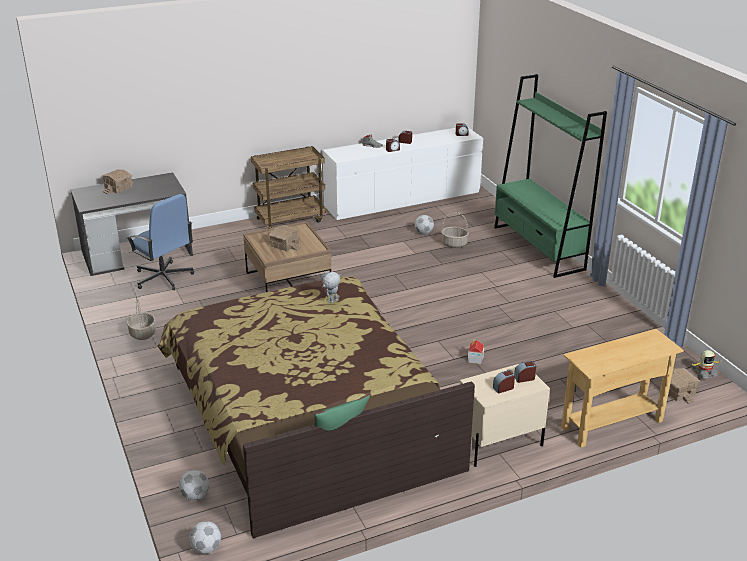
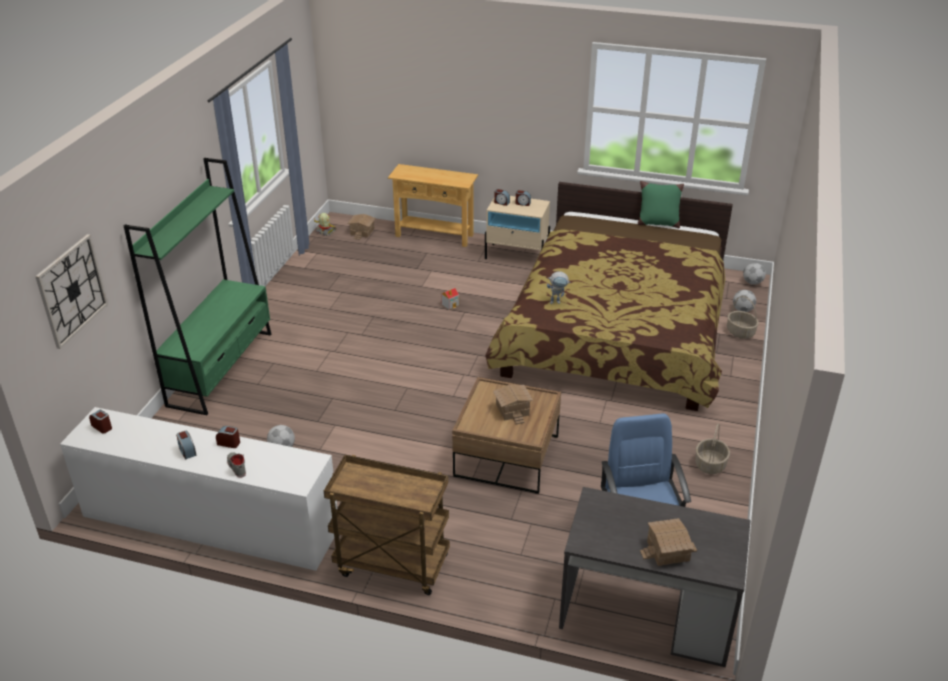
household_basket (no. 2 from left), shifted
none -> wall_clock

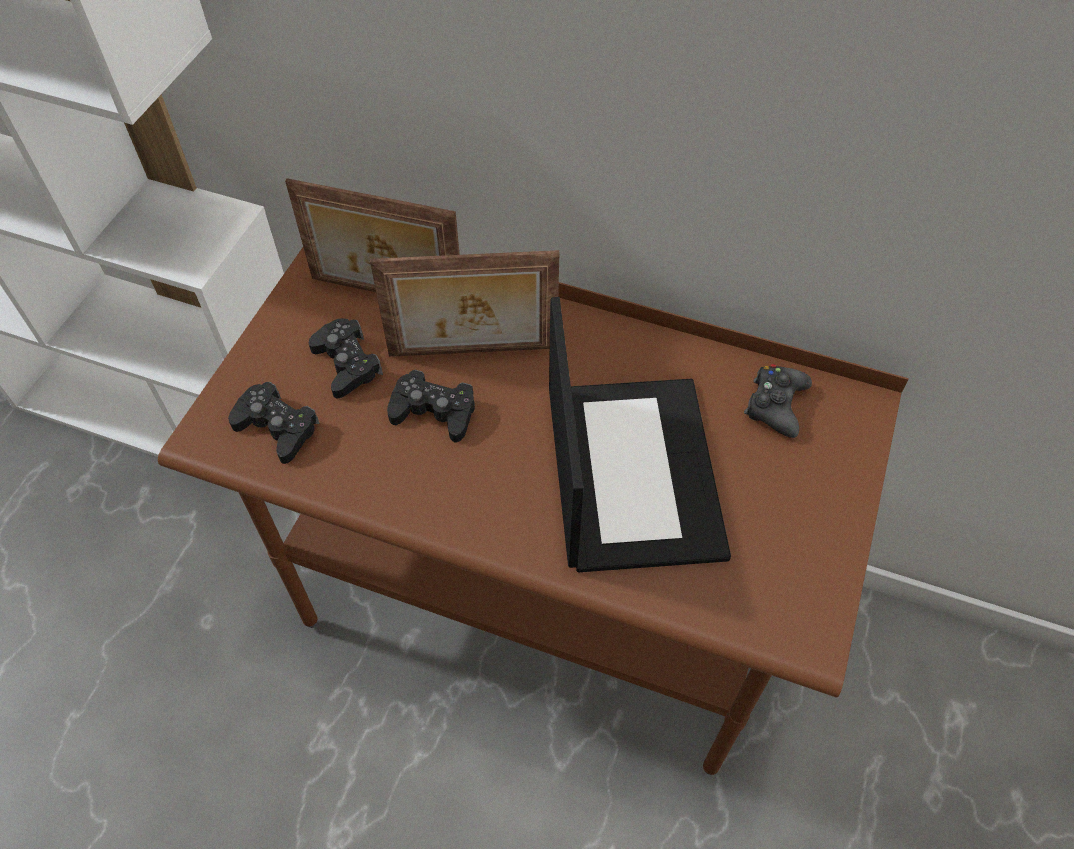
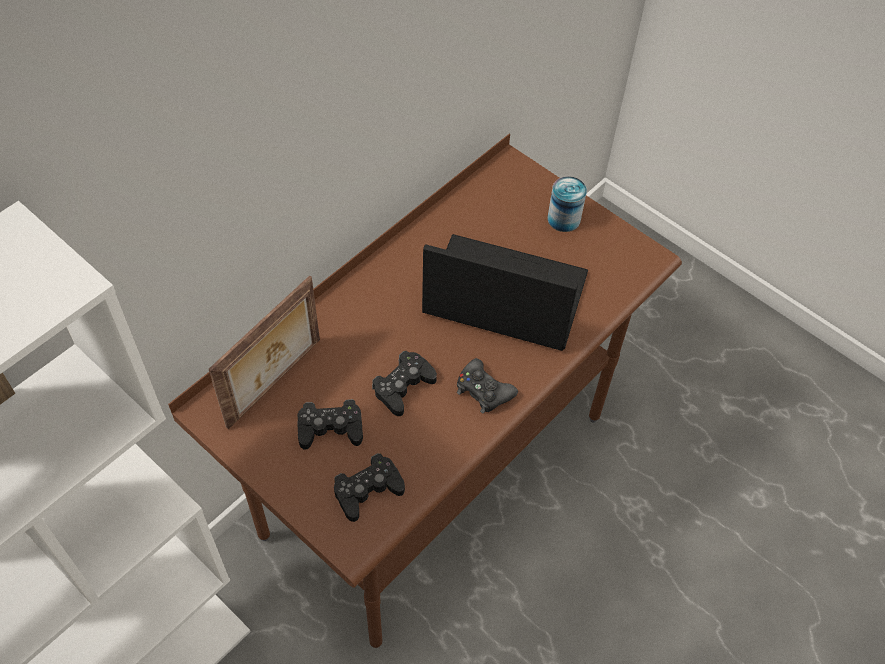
picture_frame (no. 2 from left) -> none
blackish_game_controller (no. 4 from left), shifted
none -> sealed_can

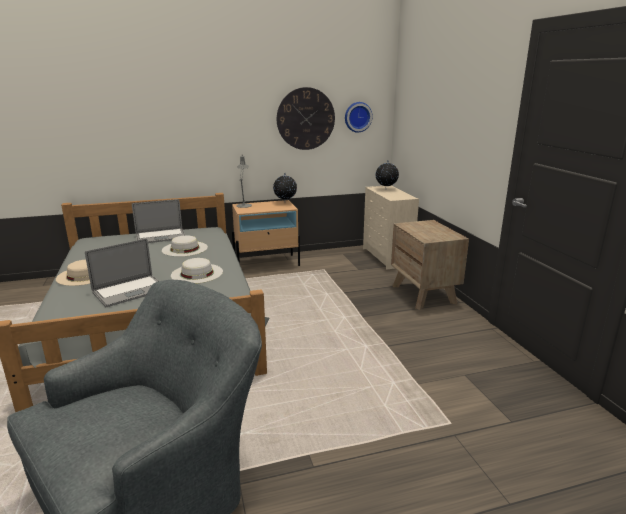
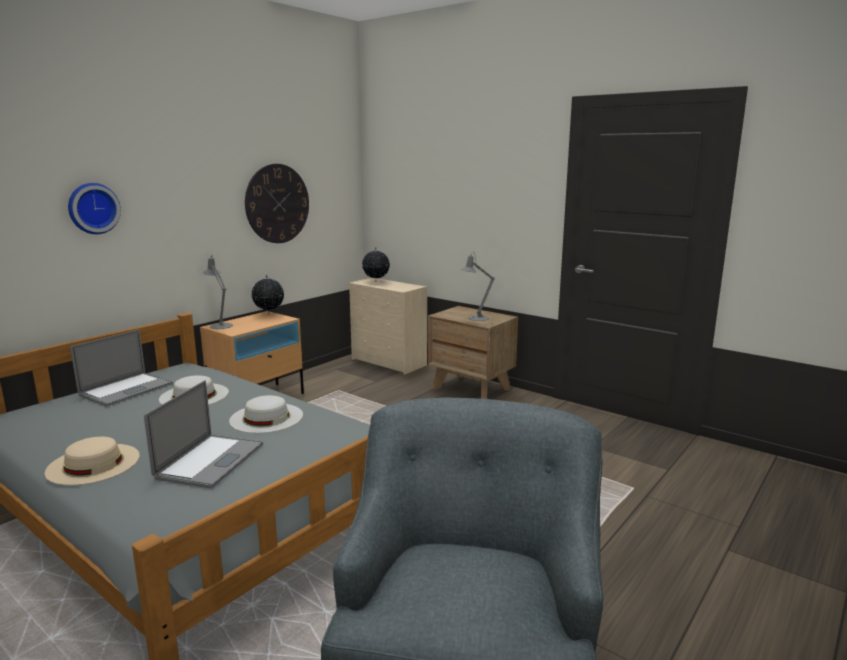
wall_clock (no. 2 from left in the first image) -> wall_clock (no. 1 from left), shifted
none -> greyish_table_lamp (no. 2 from left)

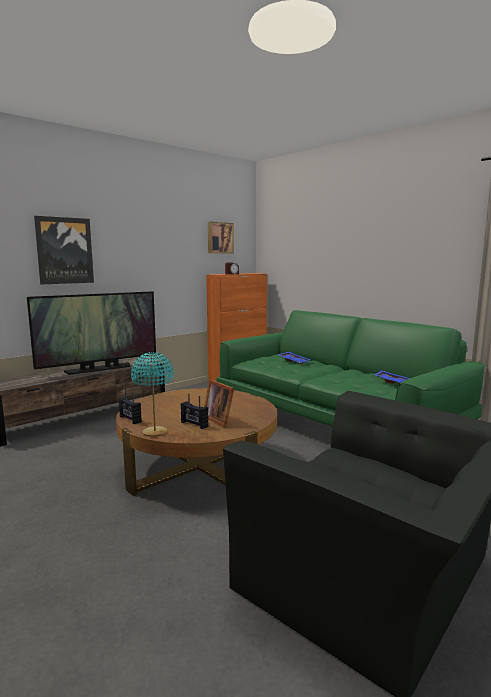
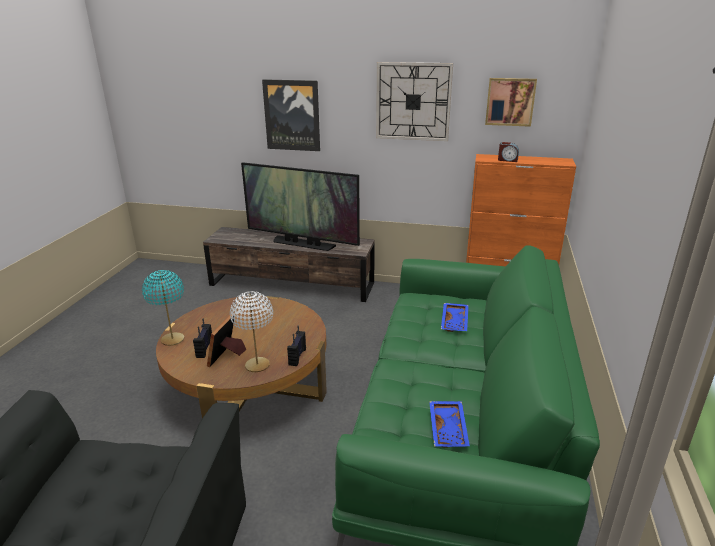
radio_set (no. 1 from left in the first image) -> radio_set (no. 2 from left), shifted
none -> white-coloured_table_lamp
none -> wall_clock

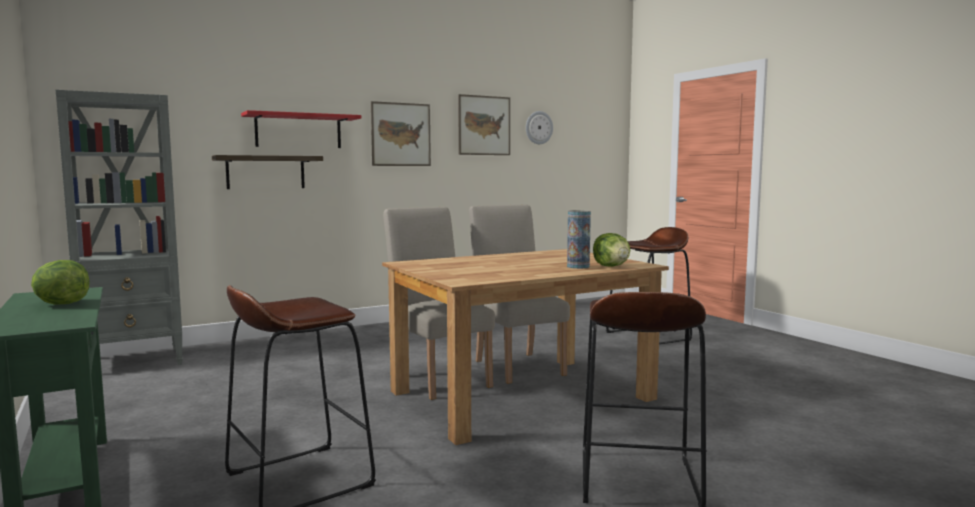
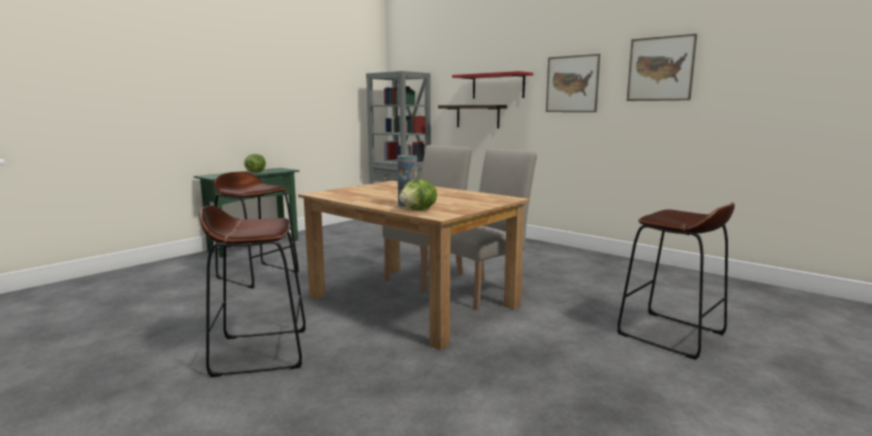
wall_clock -> none

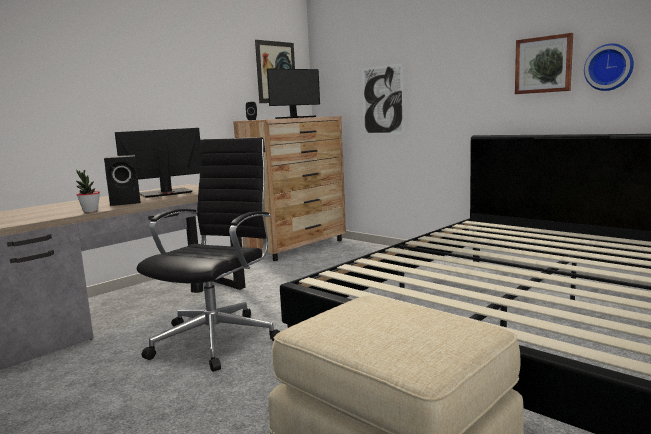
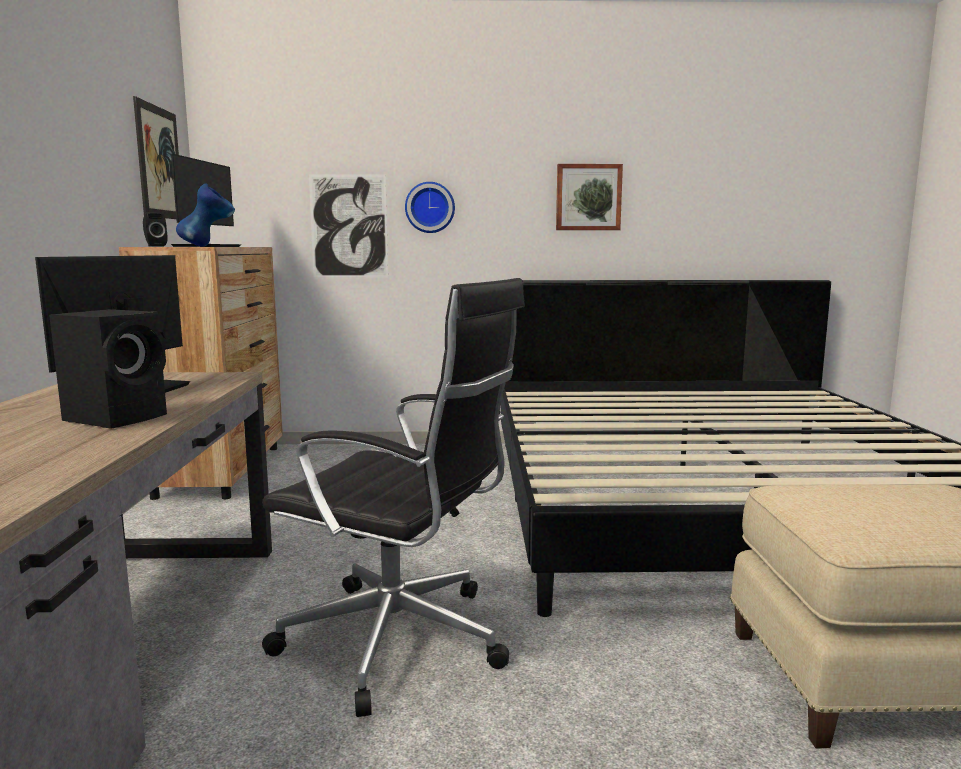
houseplant -> none
blackish_computer_chair, 135 degrees clockwise
wall_clock, shifted
none -> blue_decorative_vase

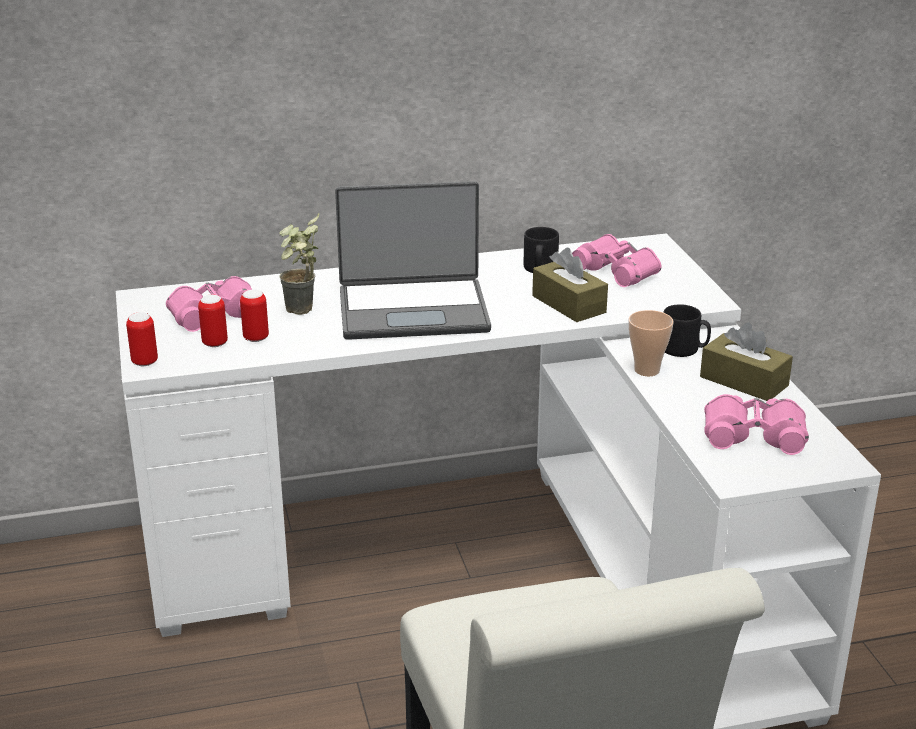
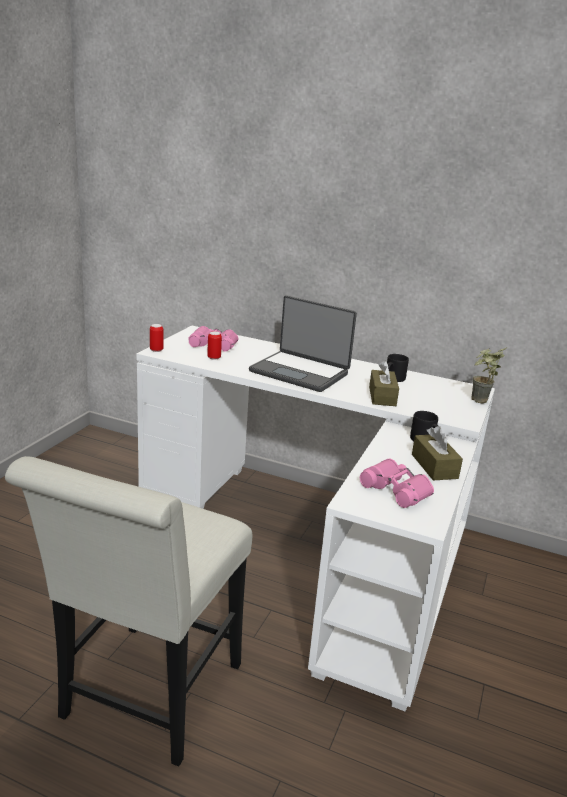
sealed_can (no. 2 from left) -> none
houseplant, shifted
pinkish_binoculars (no. 2 from left) -> none
small_cup -> none

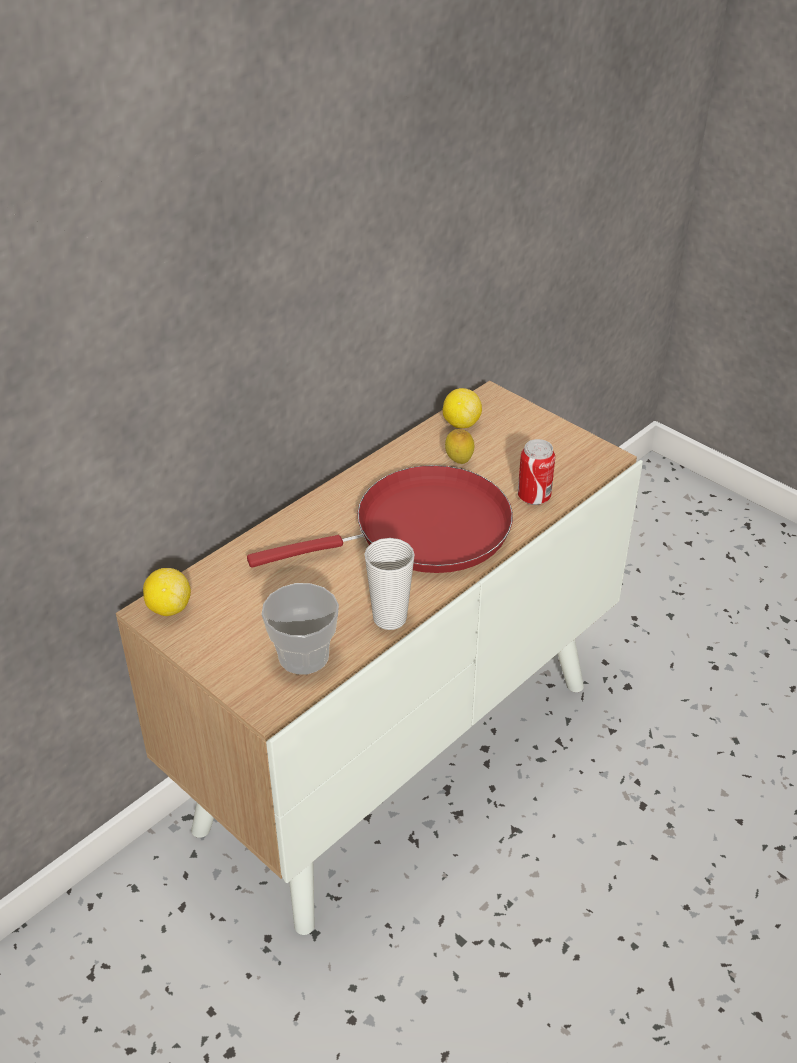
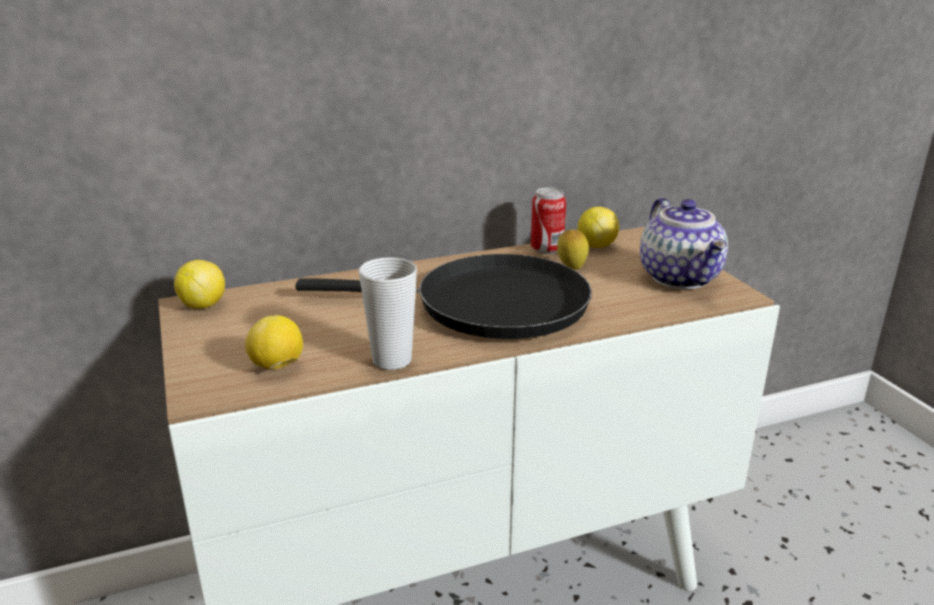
red-coloured_pan -> blackish_pan
small_cup (no. 1 from left) -> lemon (no. 2 from left)
sealed_can, shifted
none -> pot_for_tea

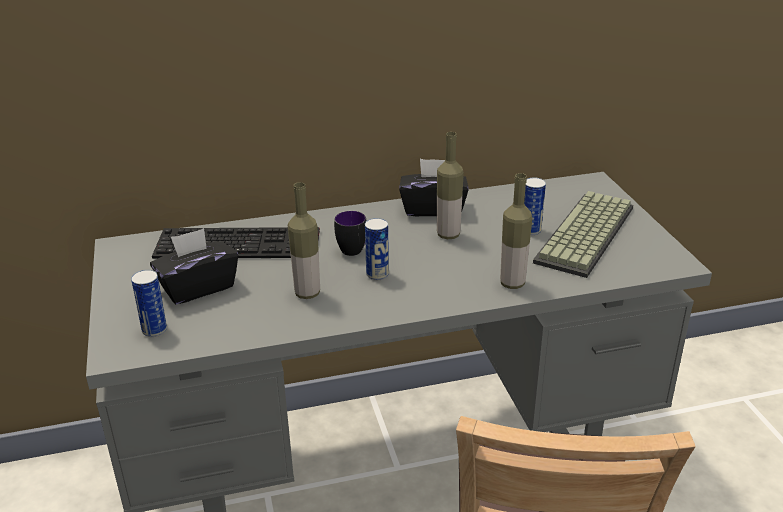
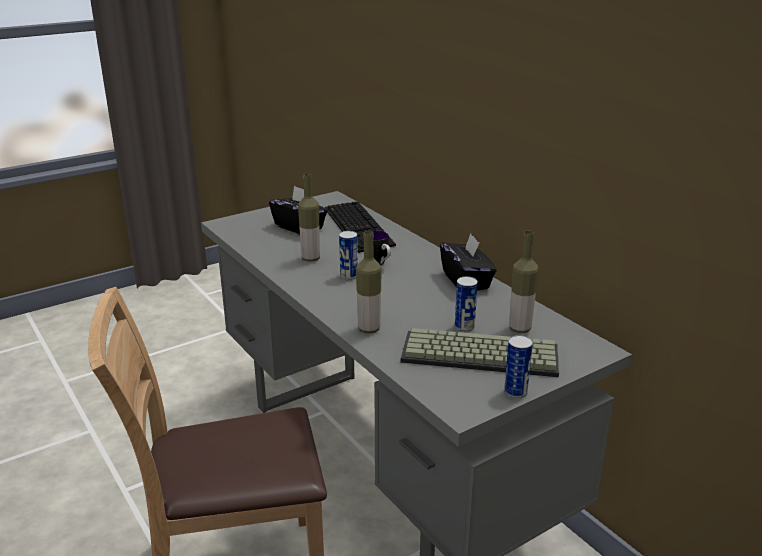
sealed_can (no. 1 from left in the first image) -> sealed_can (no. 3 from left), shifted
drink_bottle (no. 2 from left in the first image) -> drink_bottle (no. 3 from left), shifted

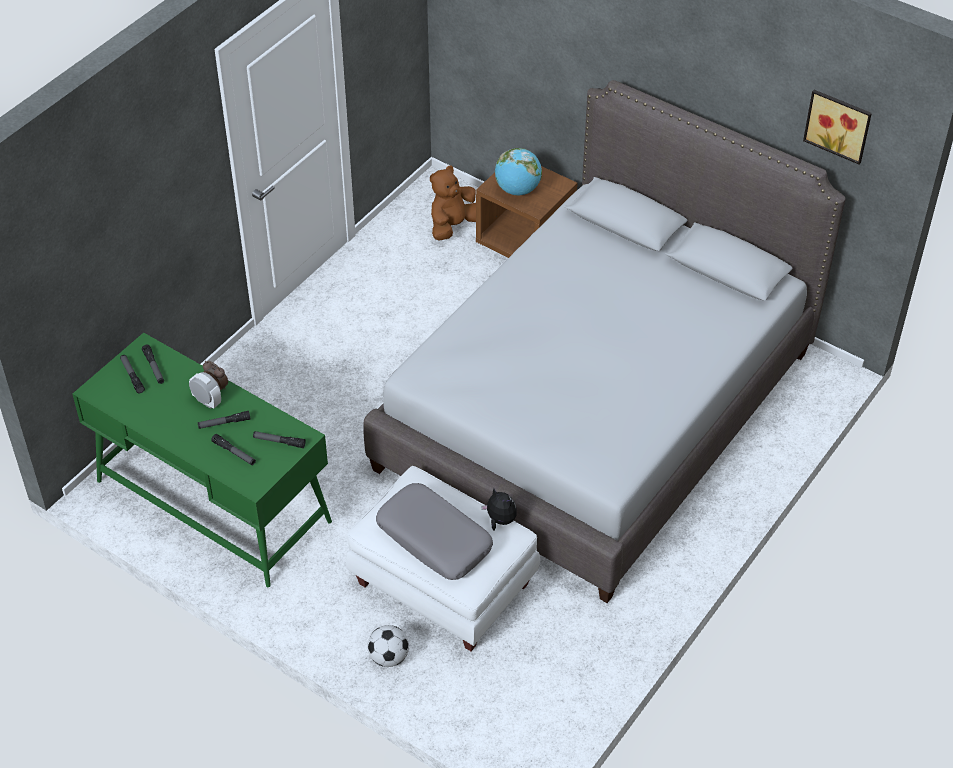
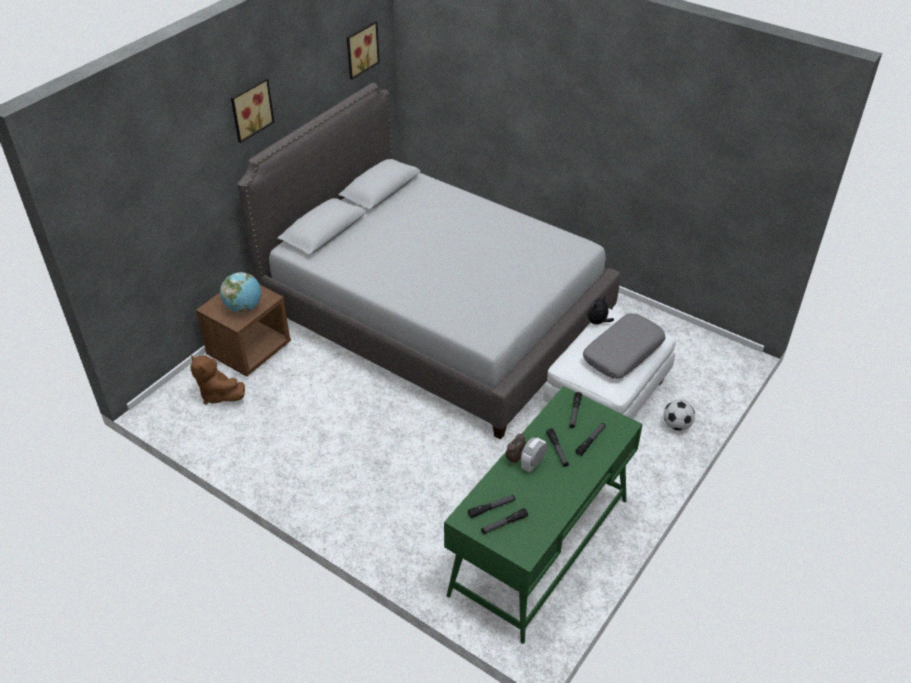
none -> picture (no. 1 from left)

